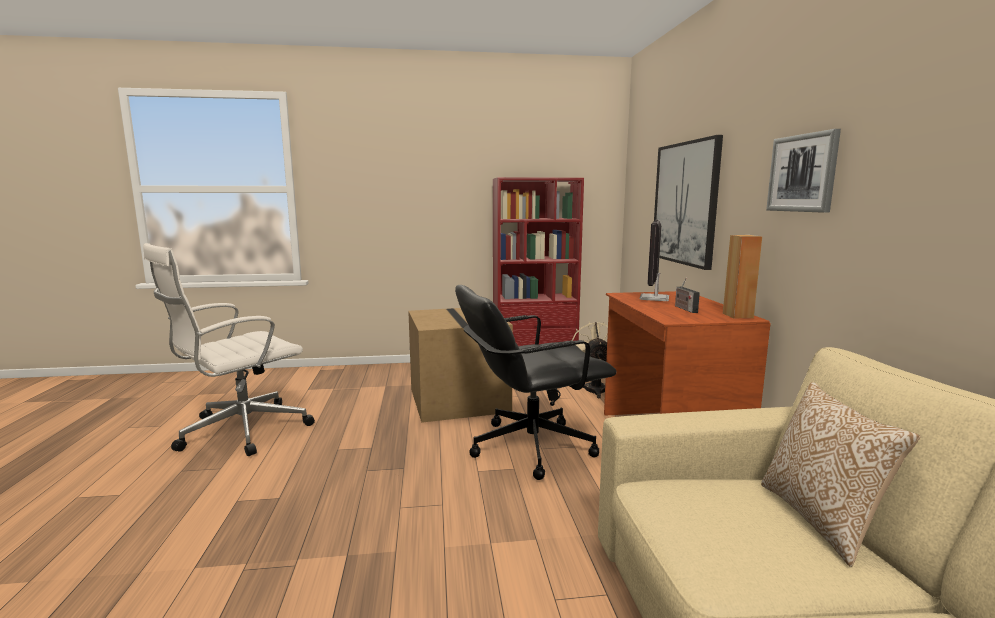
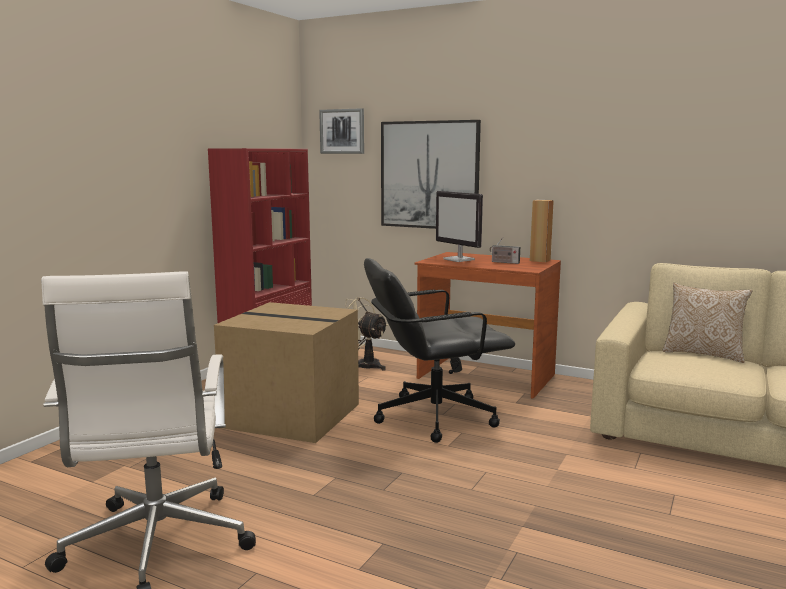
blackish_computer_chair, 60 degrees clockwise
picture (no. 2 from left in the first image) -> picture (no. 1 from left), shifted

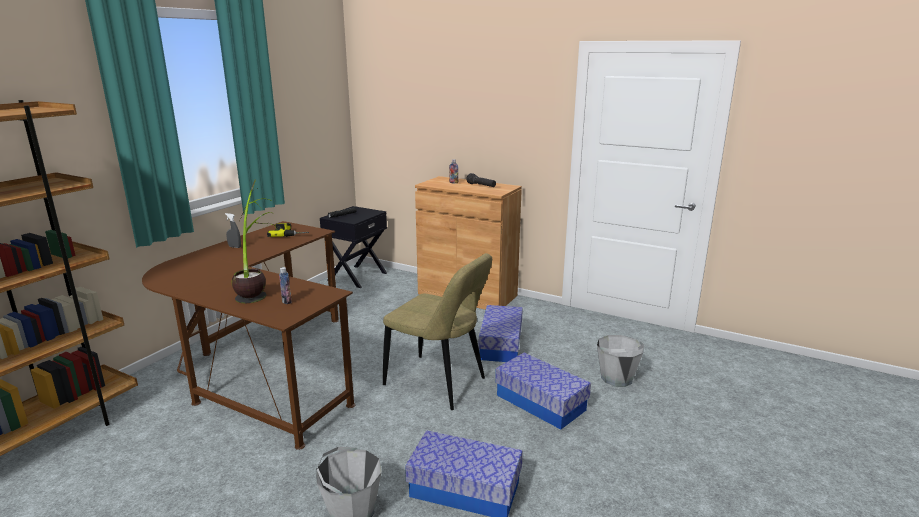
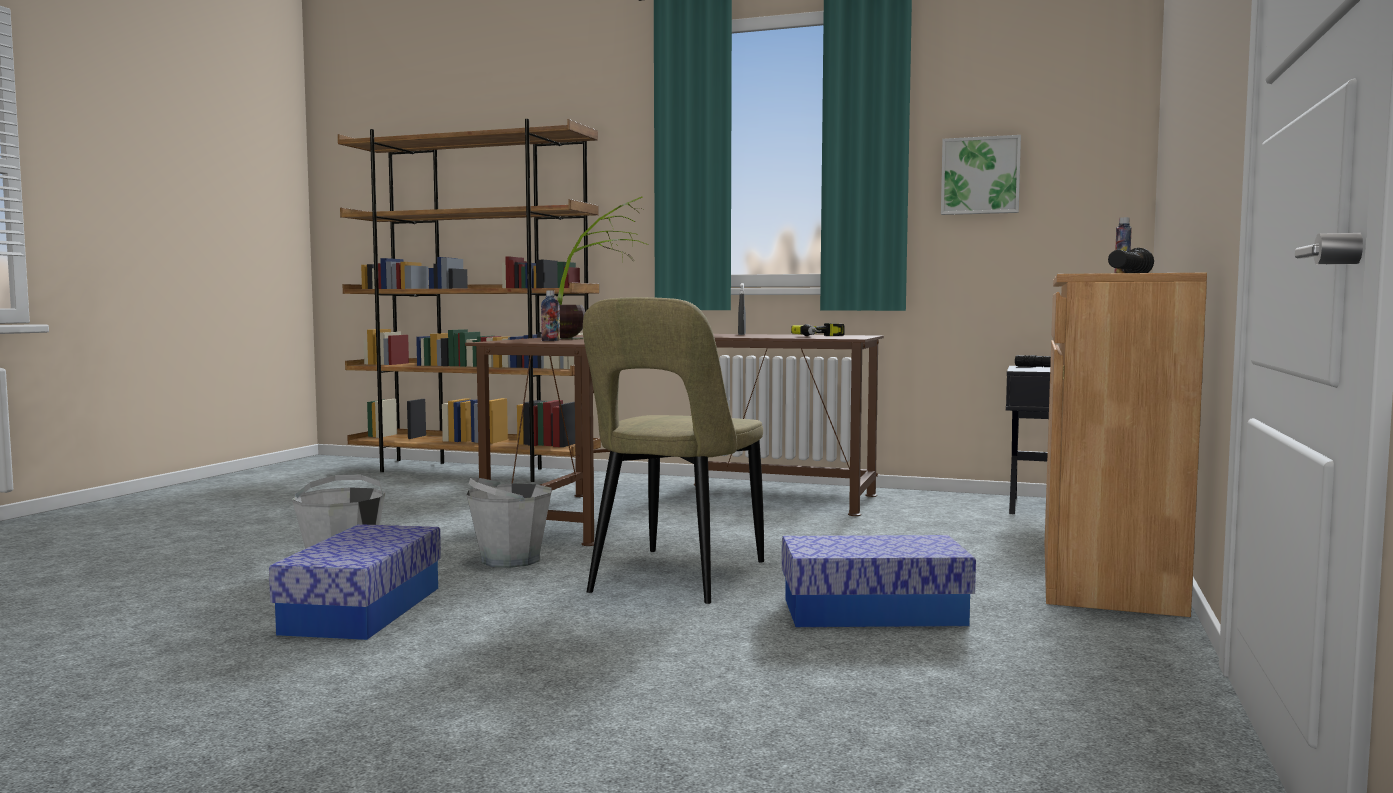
storage_box (no. 3 from left) -> none
greyish_bucket (no. 2 from left), shifted
none -> picture

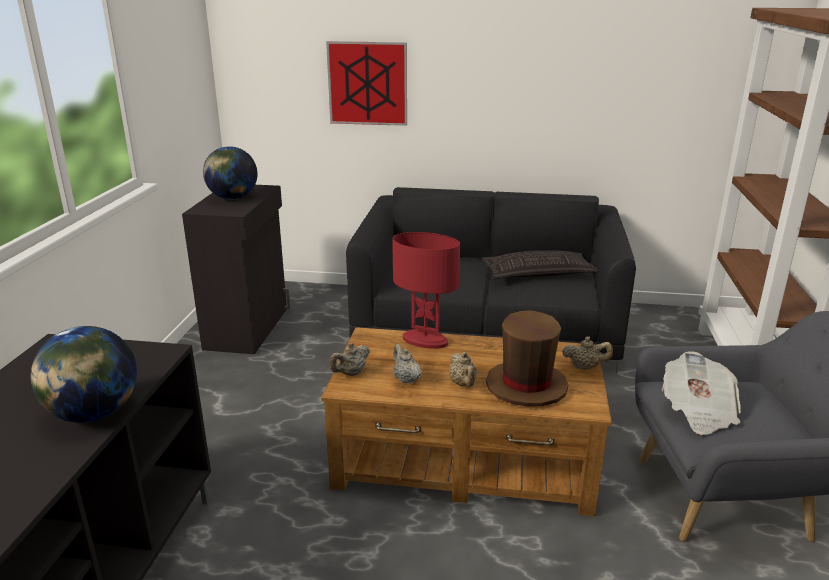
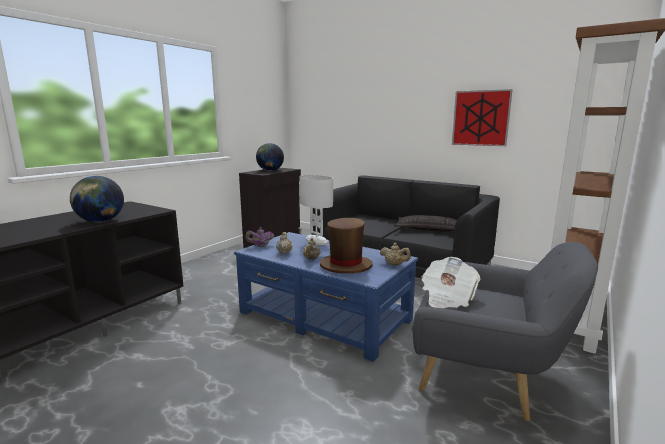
brown_lounge_table -> blue_lounge_table
picture, shifted
beige_pot_for_tea (no. 1 from left) -> purple_pot_for_tea
red-coloured_table_lamp -> white-coloured_table_lamp

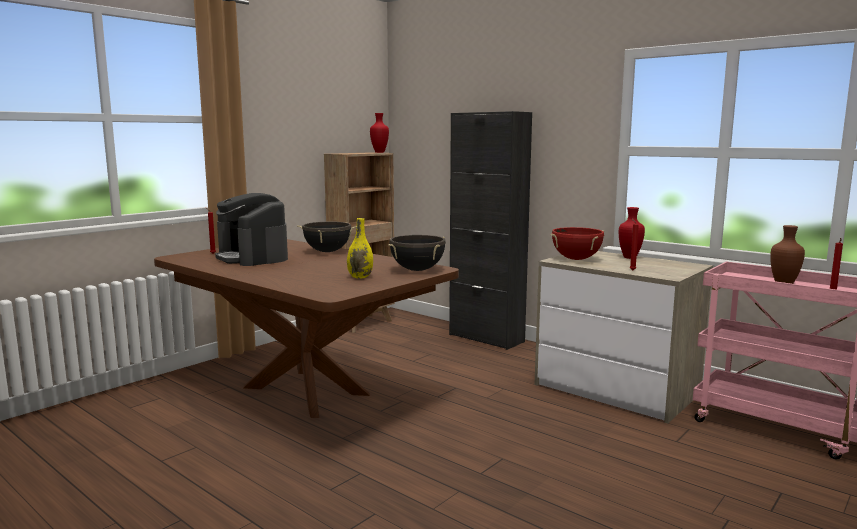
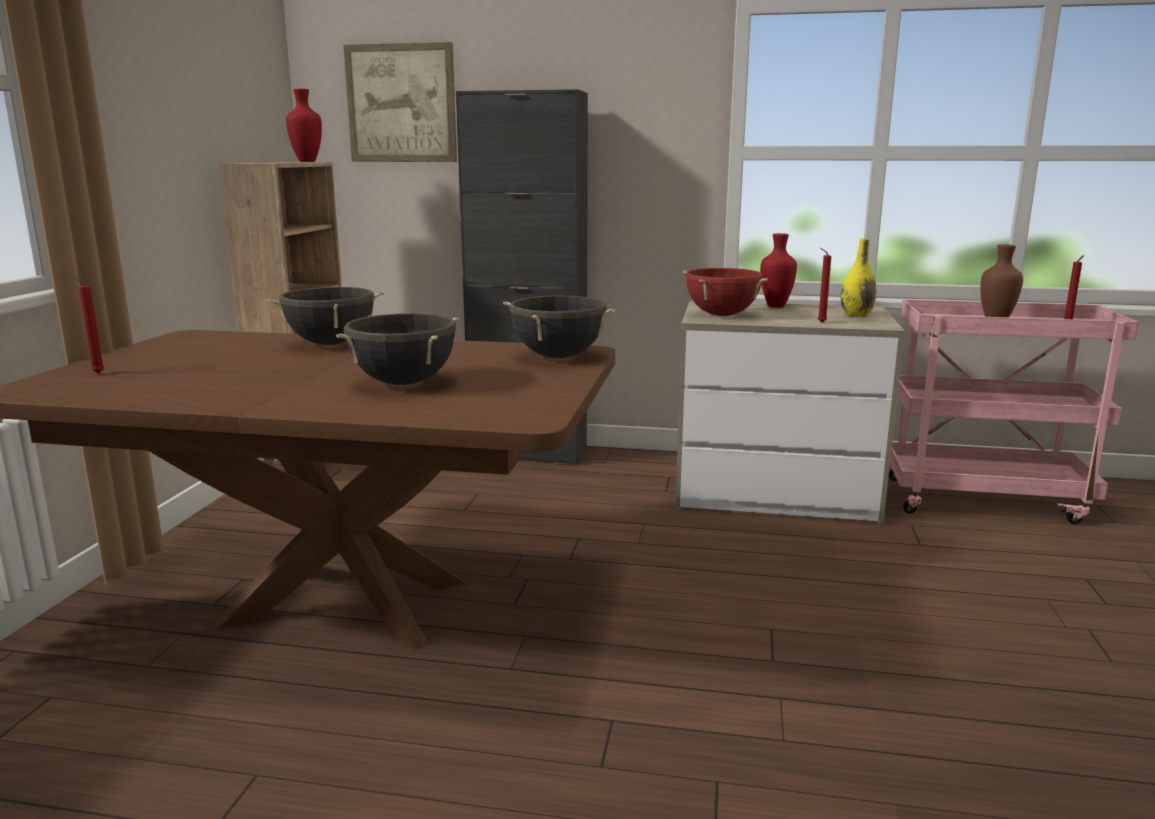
coffee_machine -> none
yellow-coloured_decorative_vase, shifted
none -> blackish_saucepot (no. 2 from left)
none -> picture

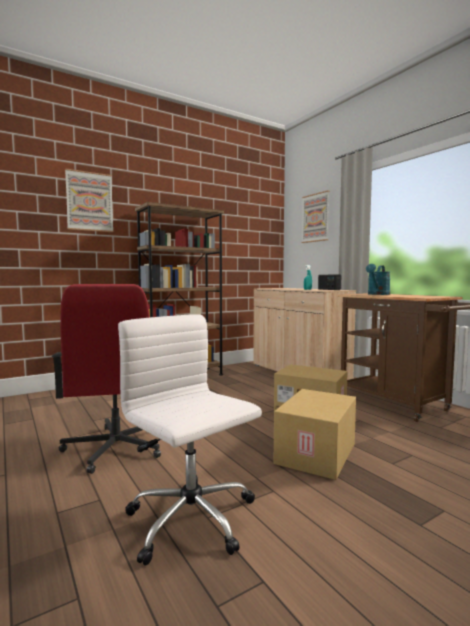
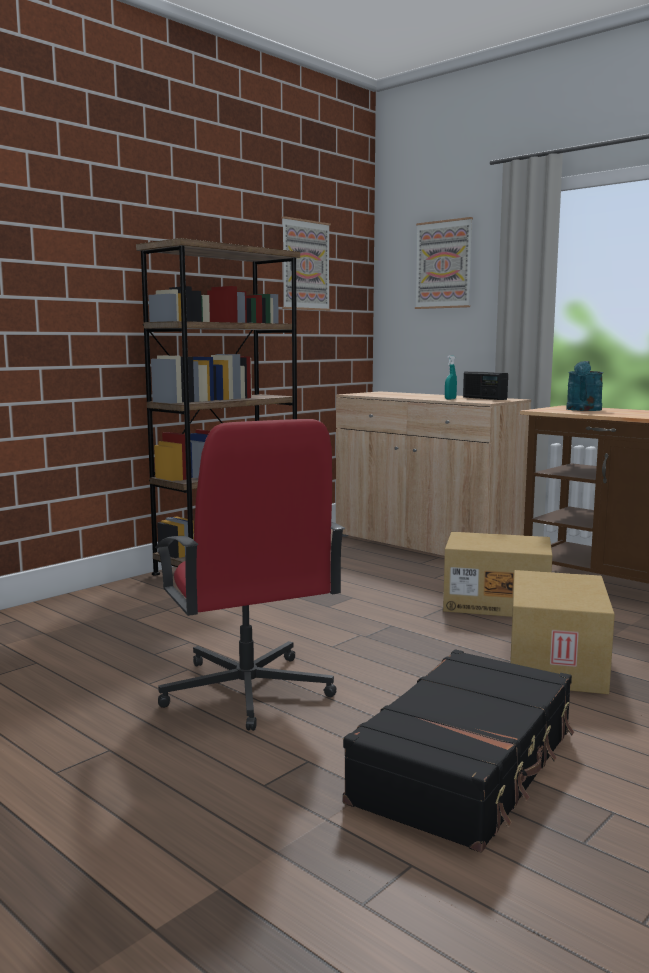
picture (no. 1 from left), shifted
white-coloured_computer_chair -> blackish_suitcase

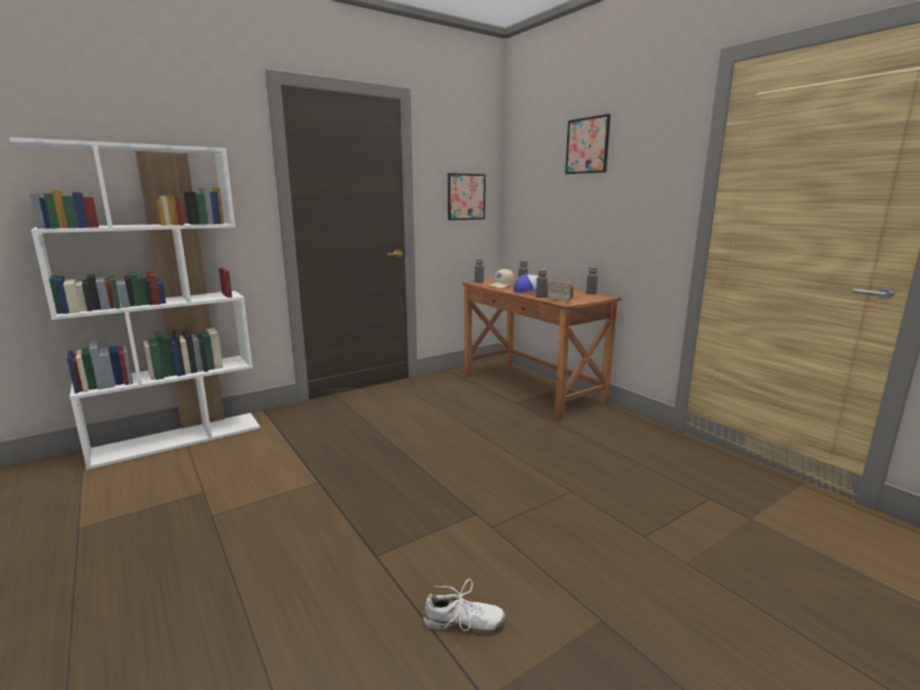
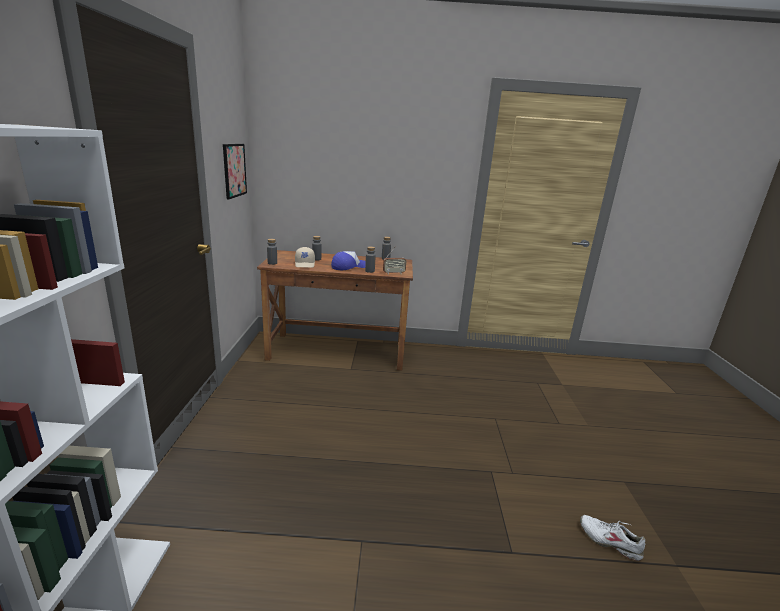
white-coloured_low_shoe, 90 degrees counterclockwise
picture (no. 2 from left) -> none

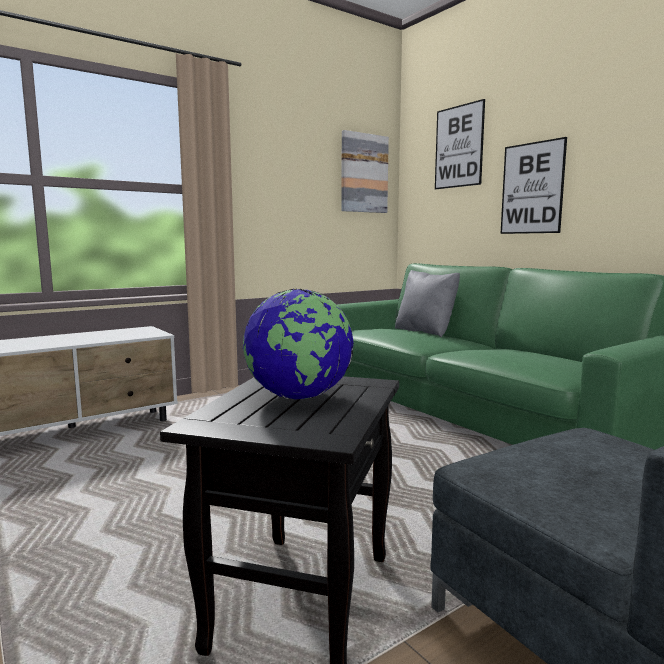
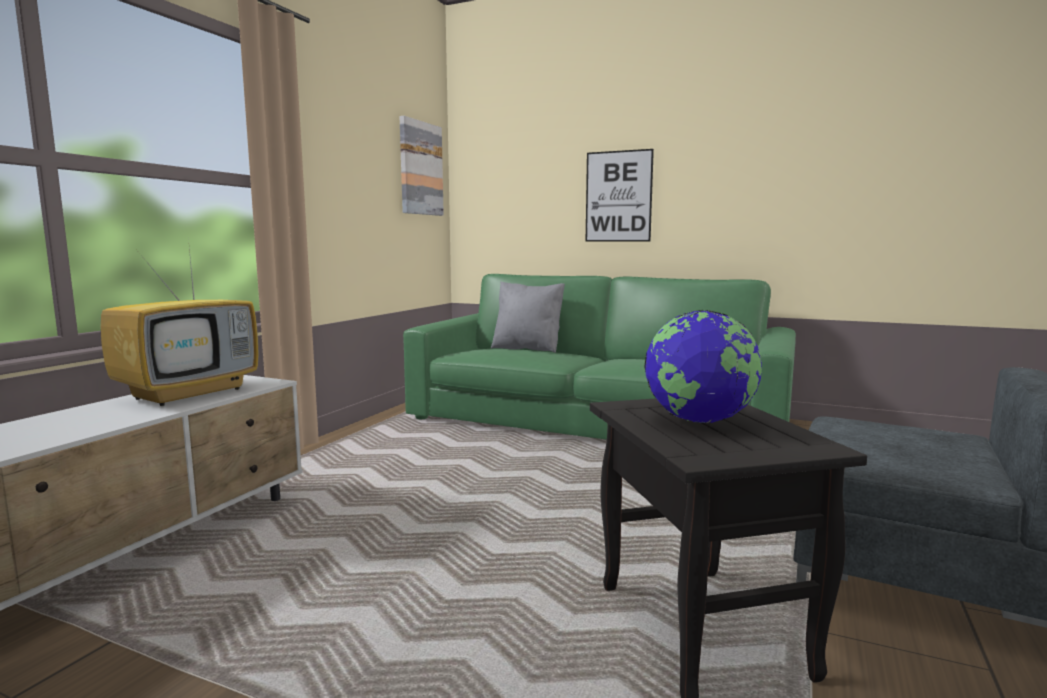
picture (no. 2 from left) -> none
none -> TV

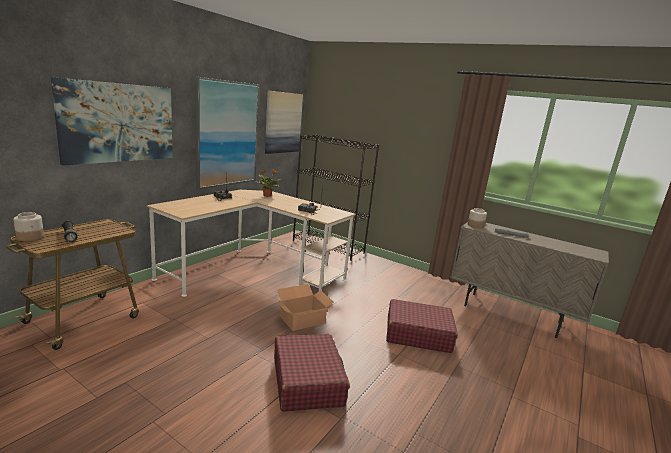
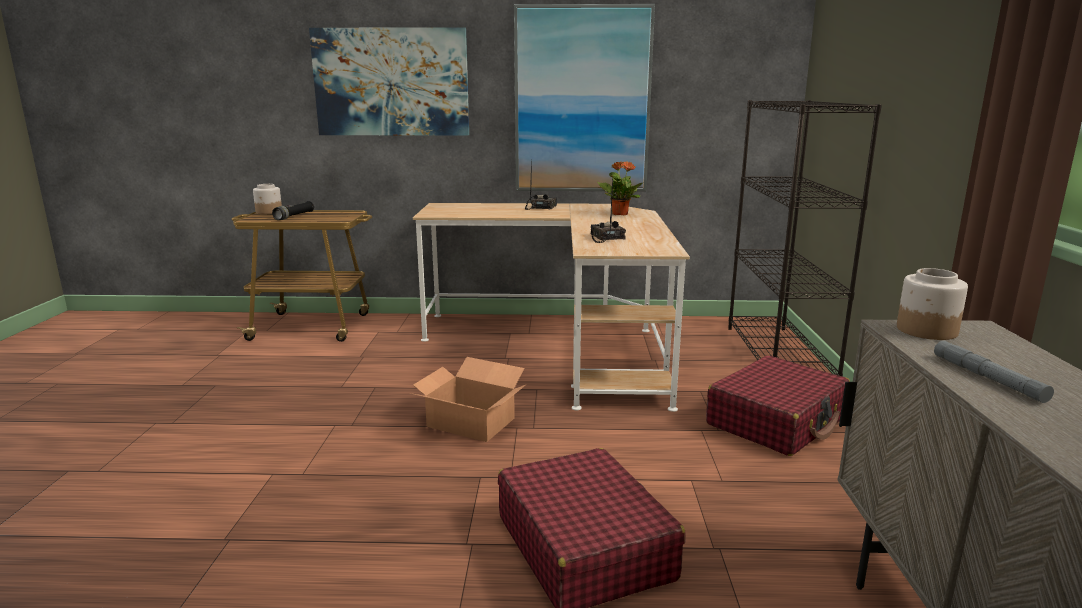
picture (no. 3 from left) -> none
red-coloured_suitcase (no. 1 from left in the first image) -> red-coloured_suitcase (no. 2 from left), shifted

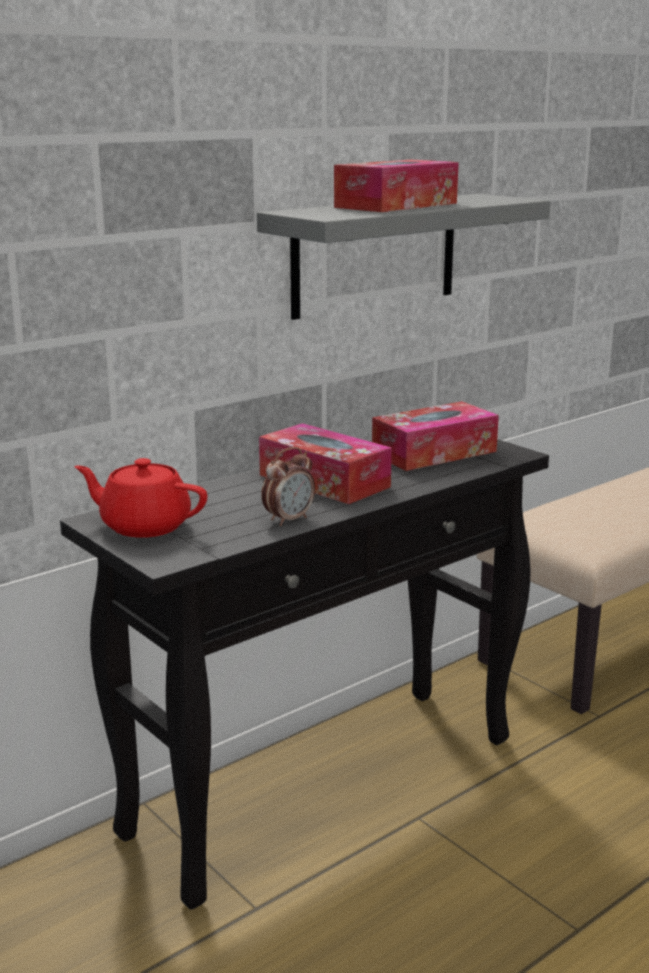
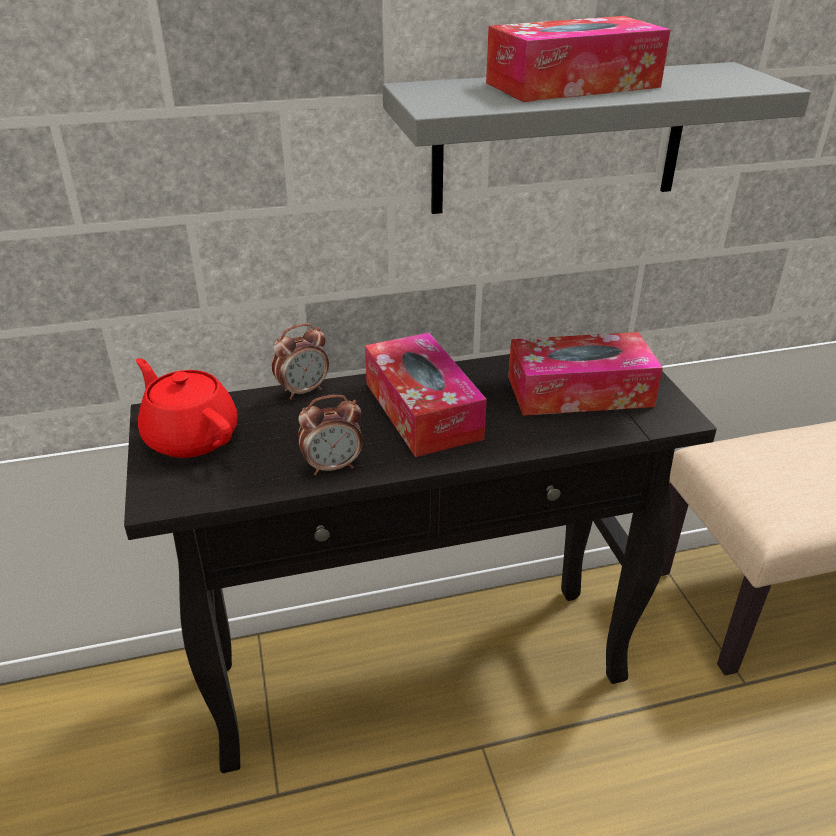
none -> table_clock (no. 1 from left)

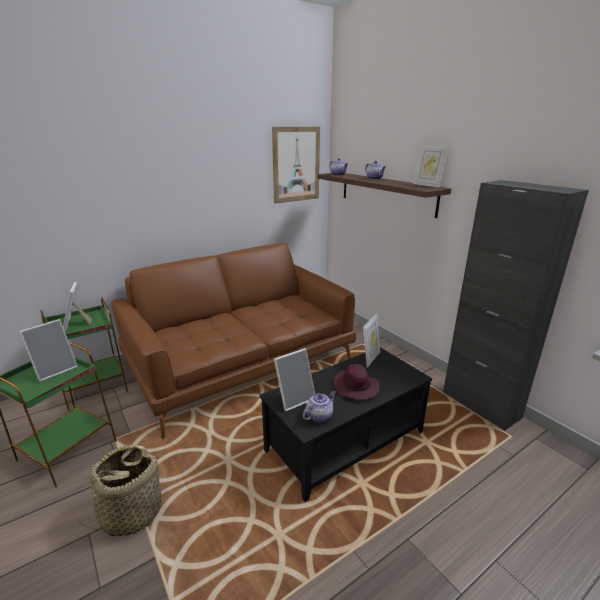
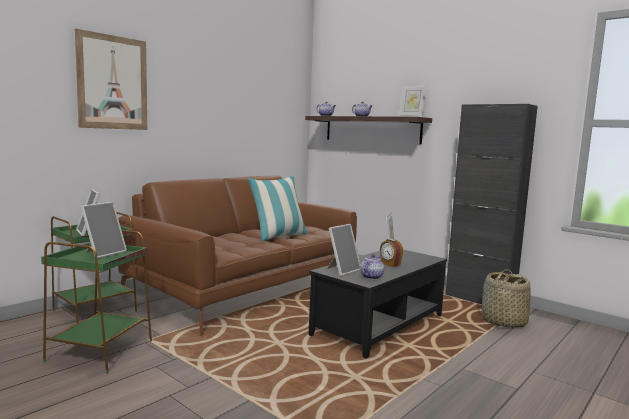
household_basket, shifted
picture, shifted
purple_wearable_hat -> table_clock
none -> cushion

